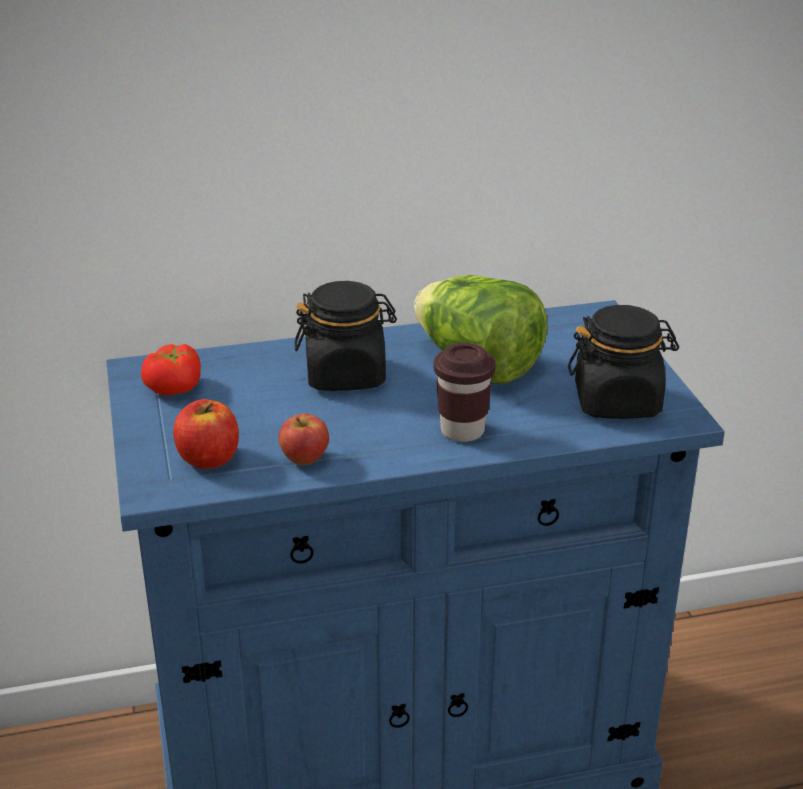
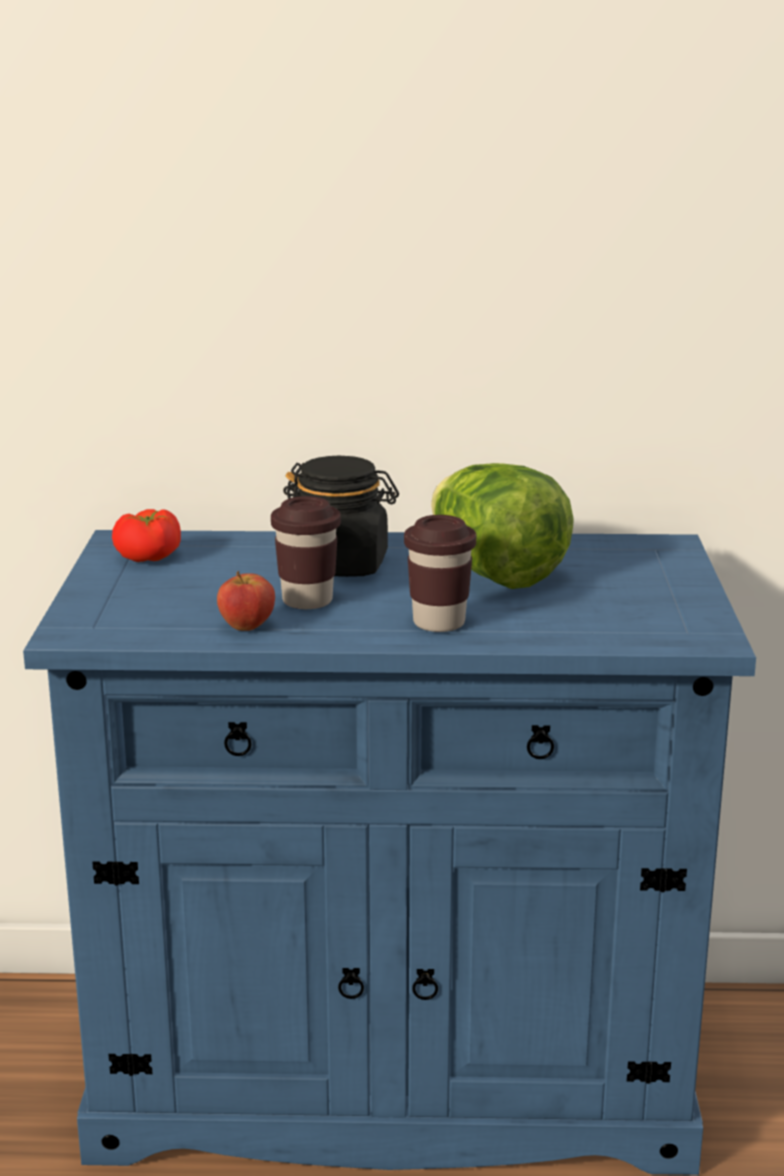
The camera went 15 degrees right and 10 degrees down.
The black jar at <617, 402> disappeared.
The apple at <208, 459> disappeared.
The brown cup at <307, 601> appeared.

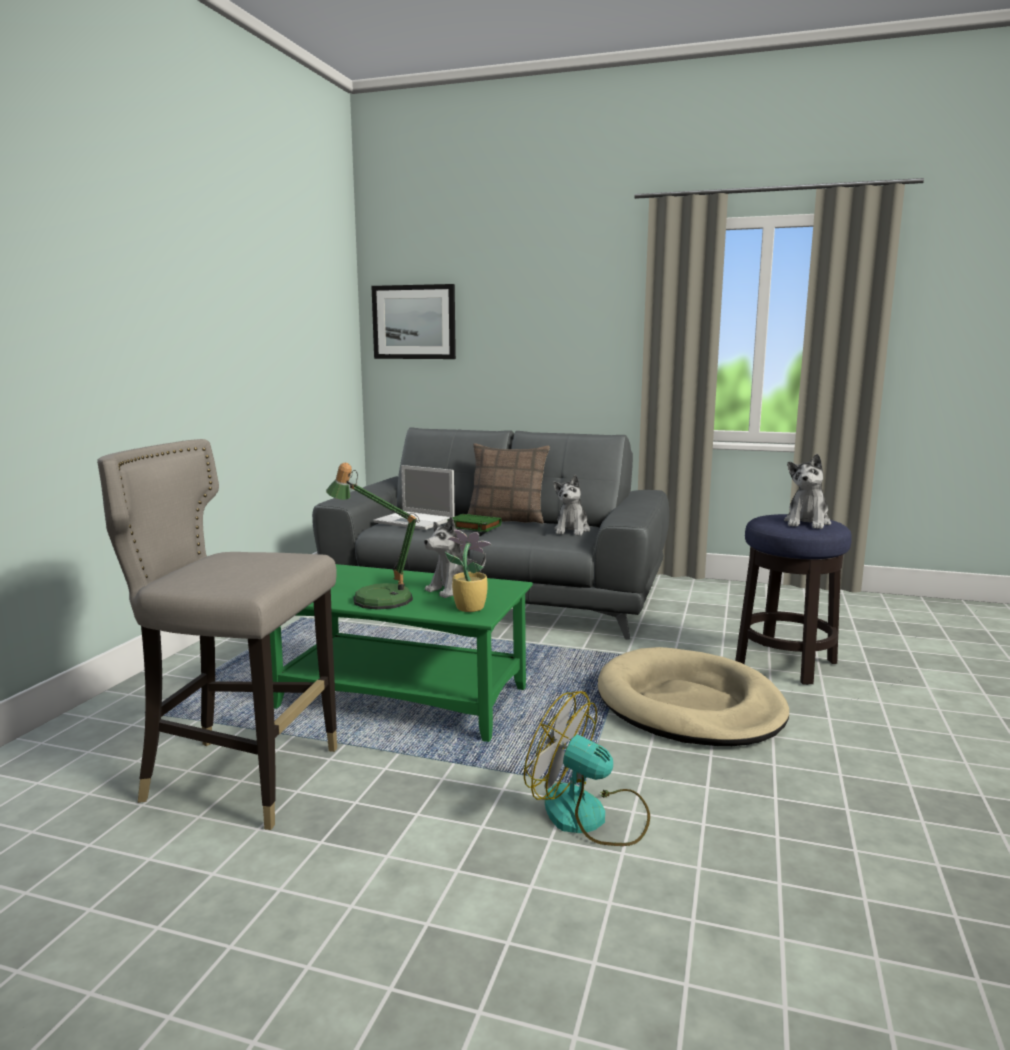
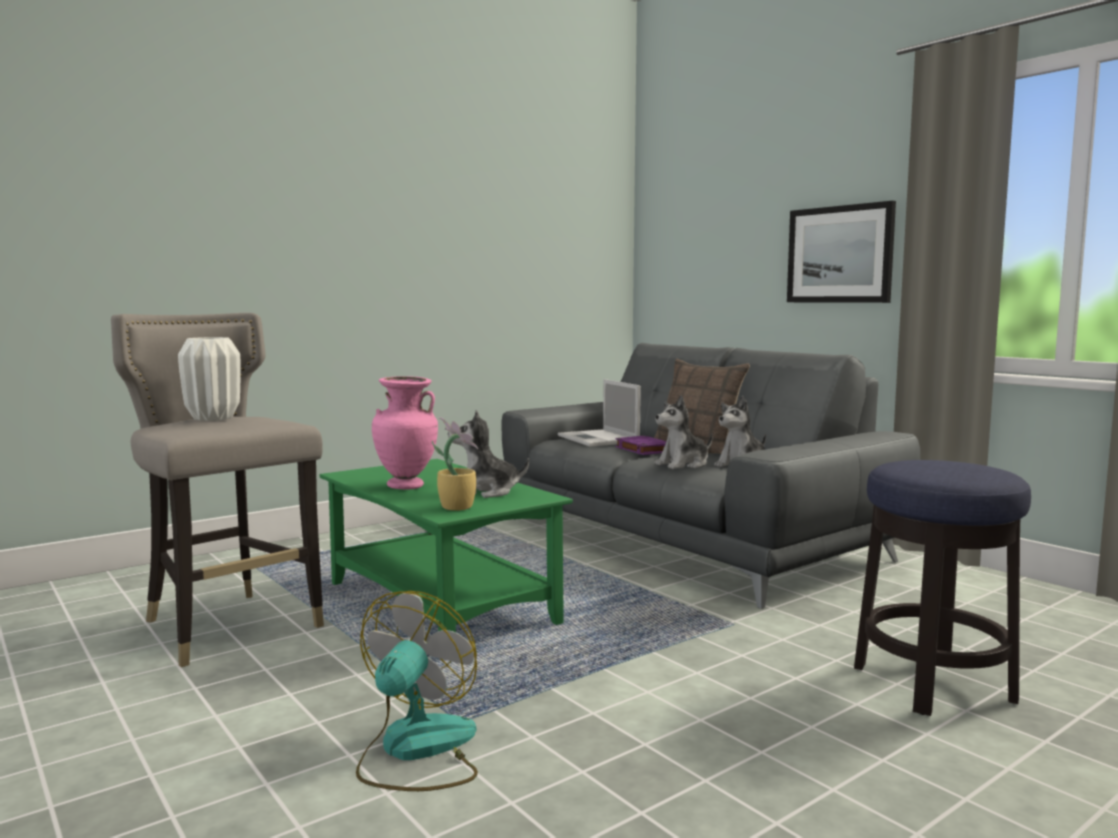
The camera went 35 degrees right and 5 degrees down.
The picture moved from <414, 322> to <840, 254>.
The plush toy moved from <807, 523> to <683, 464>.
The table lamp at <376, 597> was replaced by the pink vase at <406, 486>.
The green book at <473, 526> became the purple book at <643, 449>.
The beige dog bed at <689, 705> disappeared.
The fan at <589, 816> turned 45 degrees clockwise.
The white vase at <212, 418> appeared.

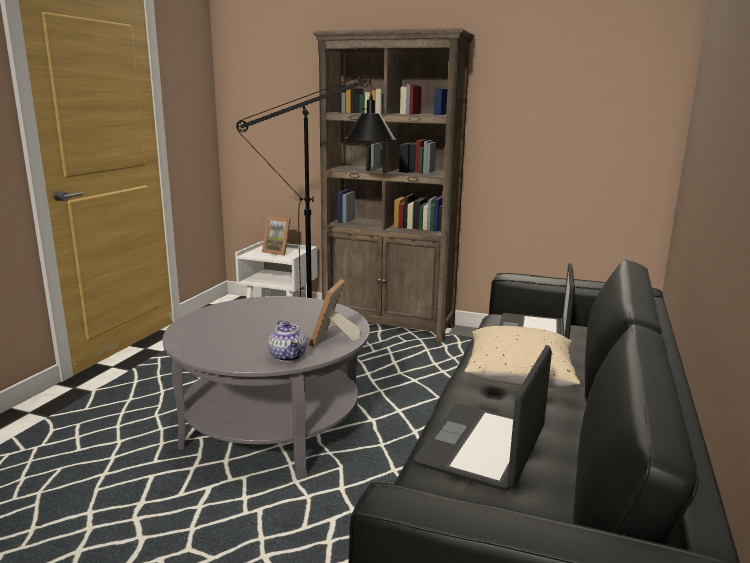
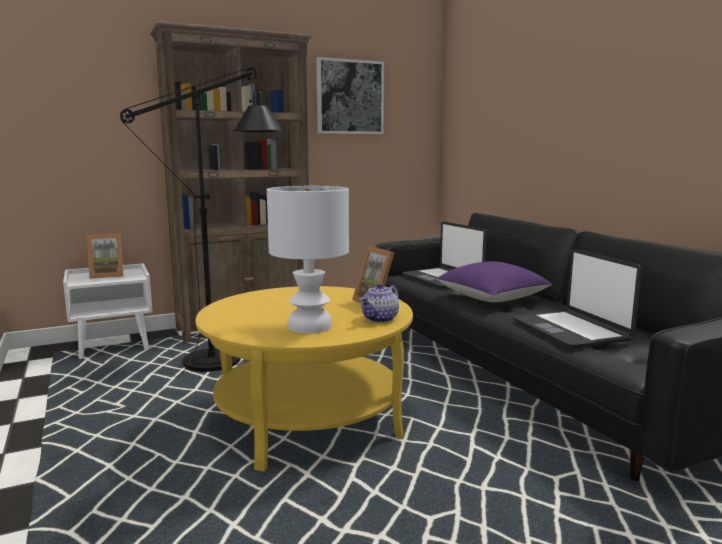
The camera went 45 degrees left and 5 degrees down.
The grey coffee table at <273, 428> became the yellow coffee table at <308, 421>.
The teapot at <288, 356> turned 105 degrees clockwise.
The beige pillow at <519, 376> became the purple pillow at <492, 299>.
The picture at <350, 97> appeared.
The white table lamp at <311, 326> appeared.

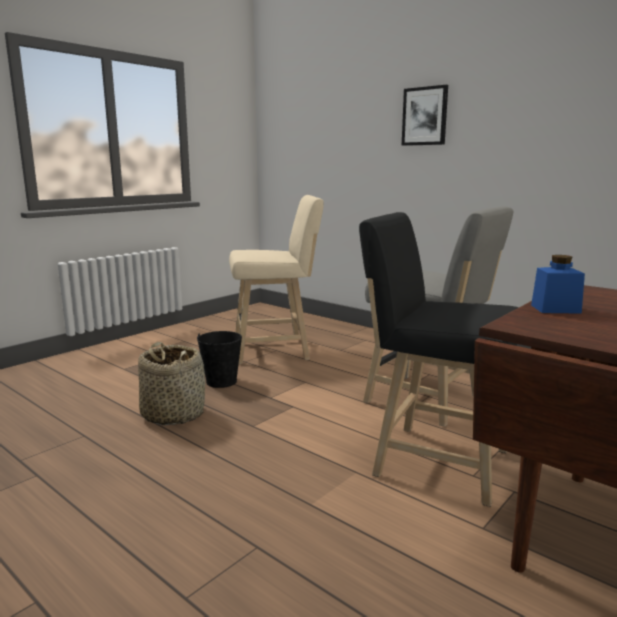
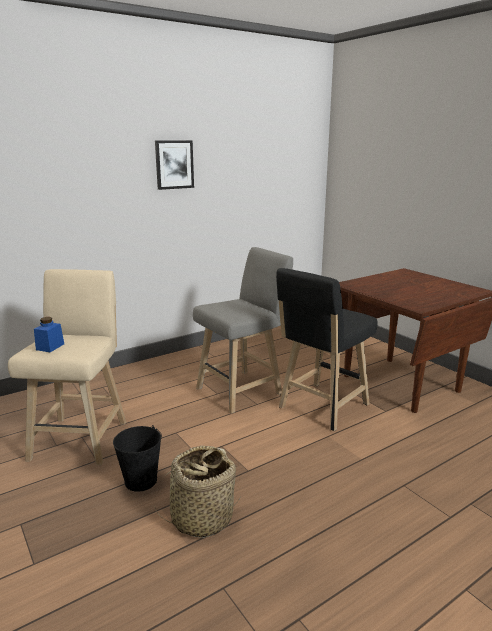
The camera went 75 degrees left and 5 degrees up.
The picture moved from <425, 116> to <174, 164>.
The blue jar moved from <555, 309> to <50, 347>.

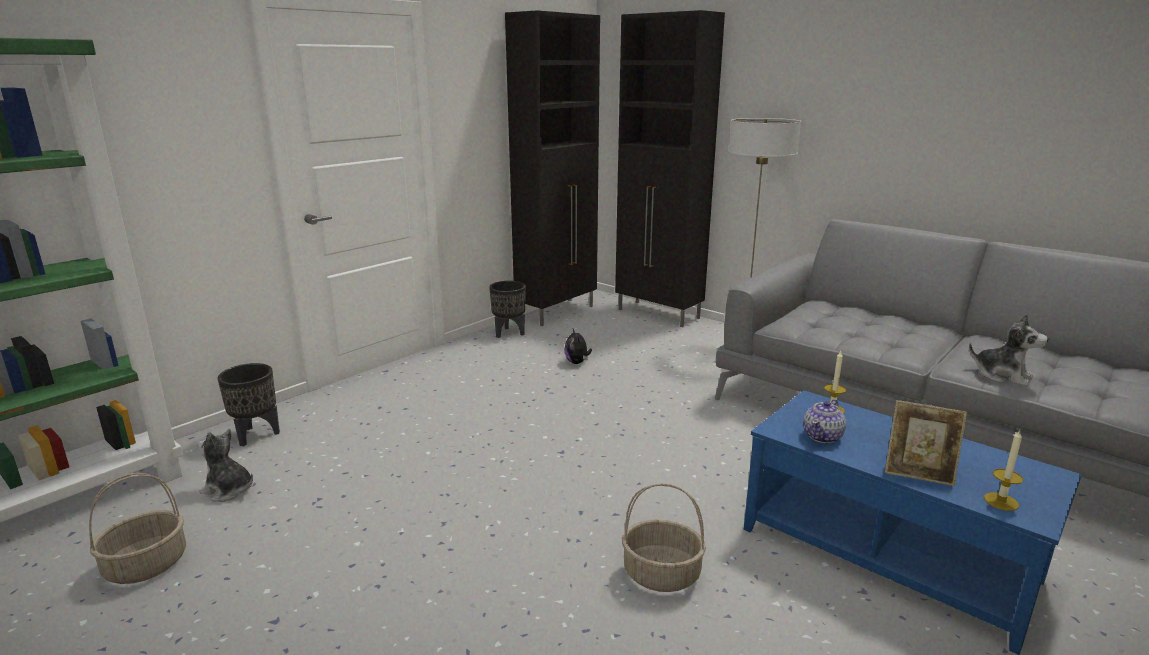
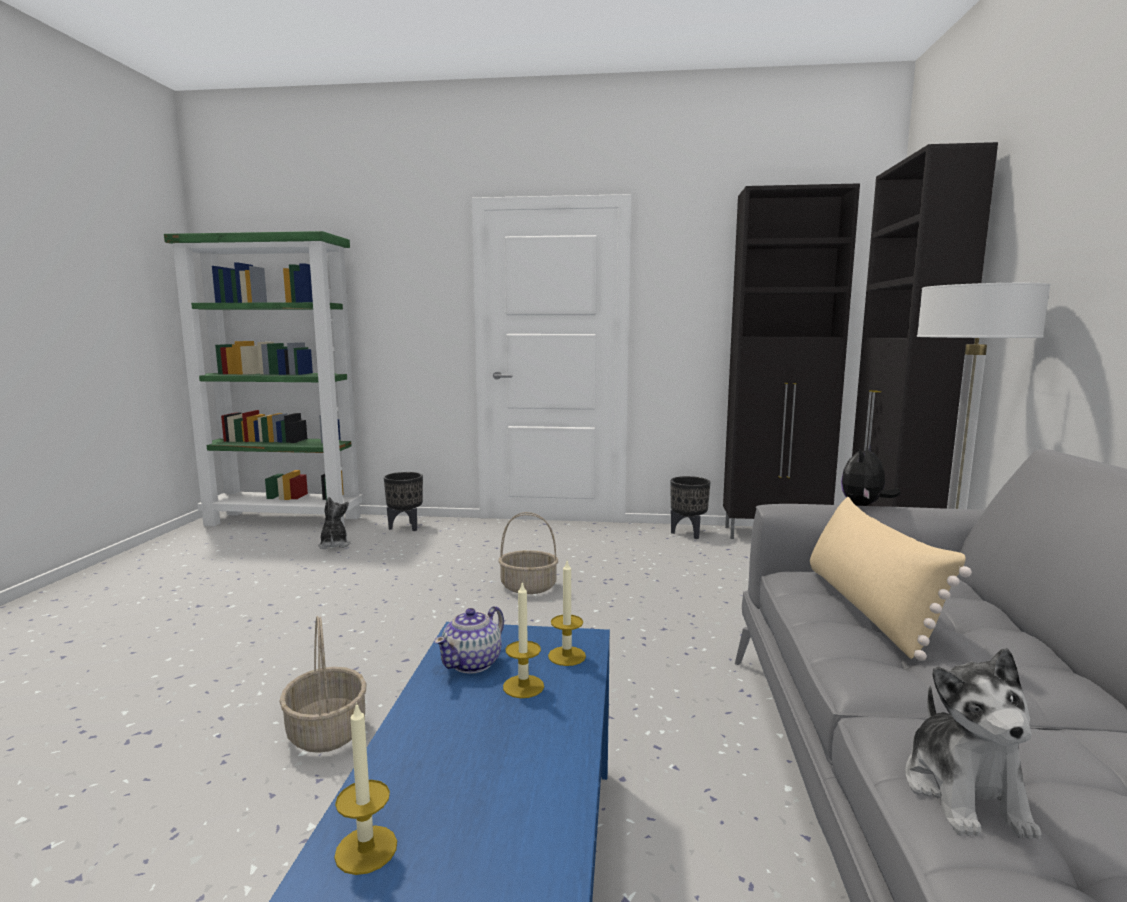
The camera went 55 degrees right and 10 degrees down.
The plush toy moved from <577, 362> to <864, 505>.
The teapot at <823, 436> turned 60 degrees counterclockwise.
The picture frame at <918, 474> disappeared.
The basket moved from <147, 564> to <529, 587>.
The beige pillow at <868, 609> appeared.
The candle at <523, 686> appeared.

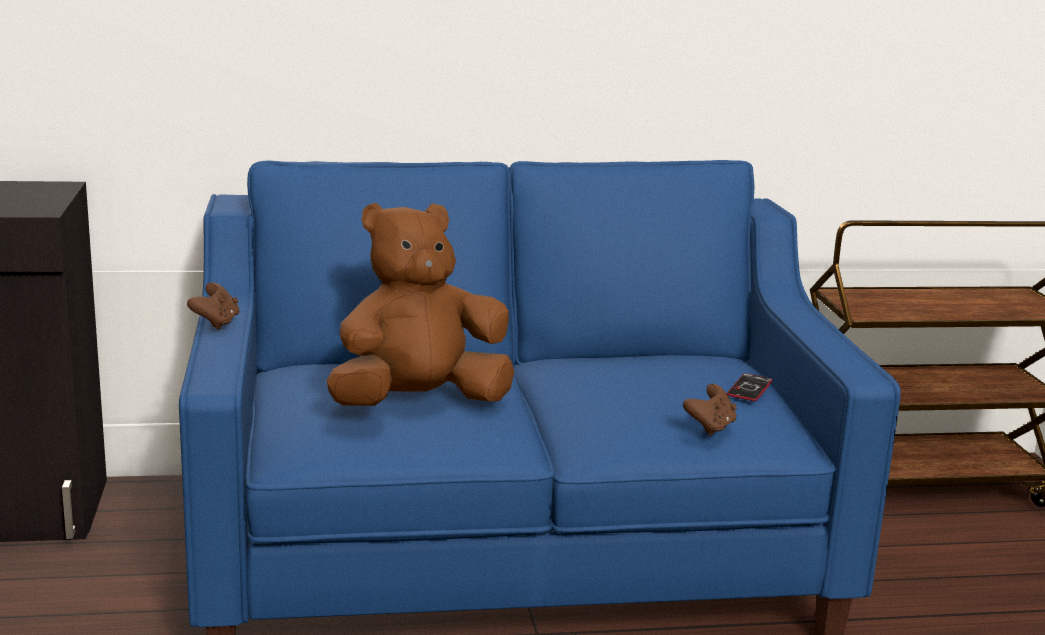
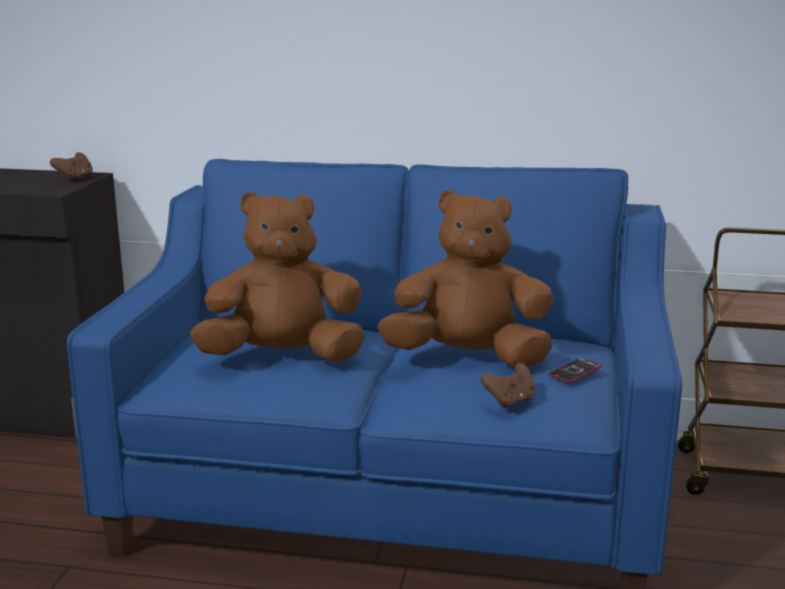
The camera went 20 degrees right and 0 degrees up.
The brown game controller moved from <216, 323> to <75, 179>.
The brown plush toy at <468, 358> appeared.

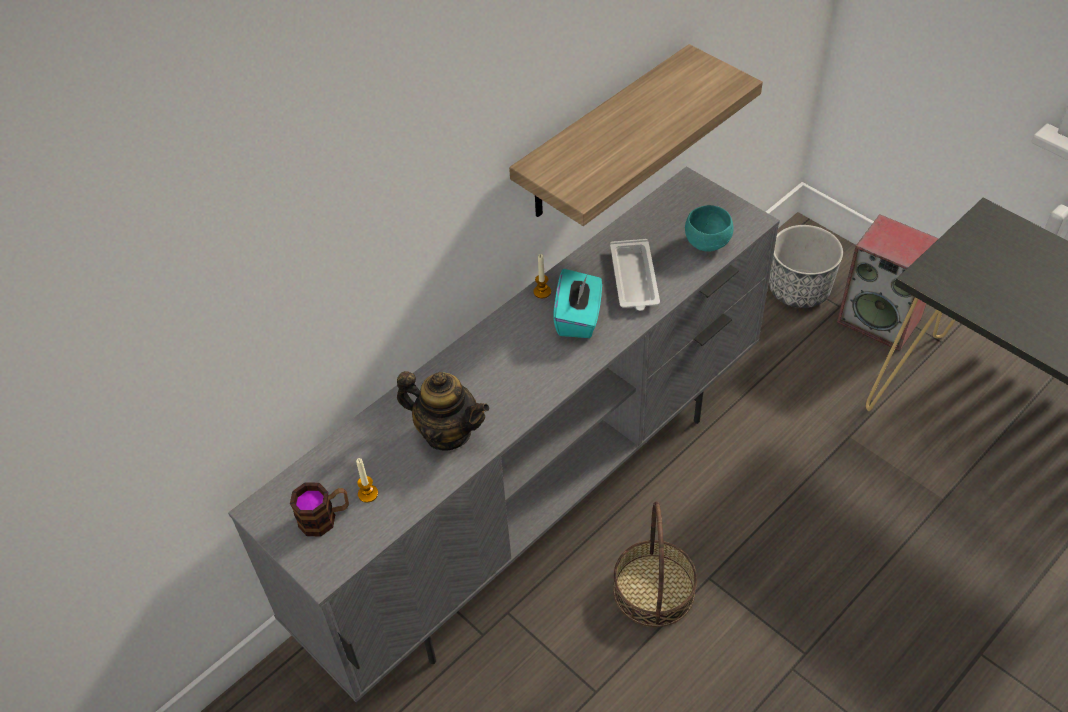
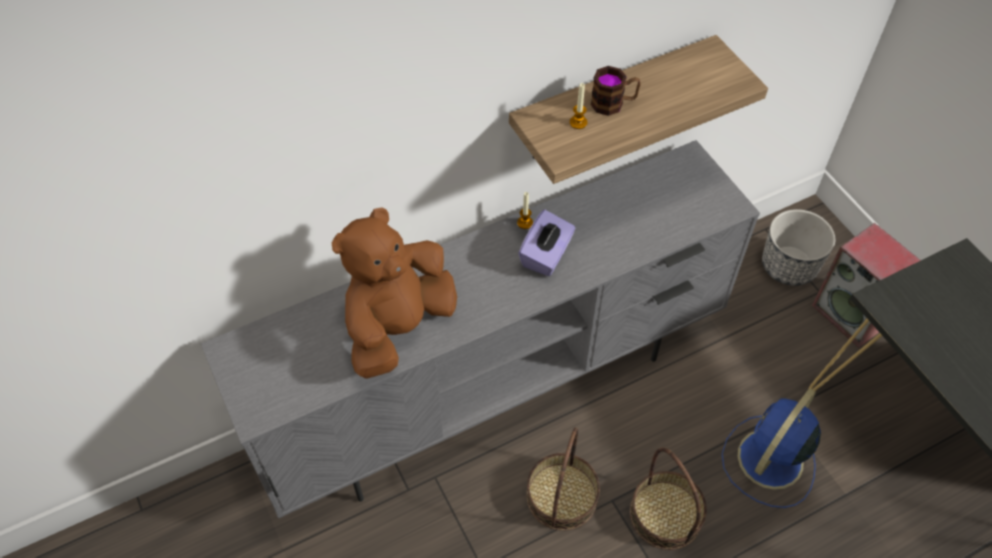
The camera went 15 degrees right and 5 degrees up.
The turquoise bowl at <706, 242> disappeared.
The white tray at <634, 280> disappeared.
The turquoise tissue box at <578, 318> became the purple tissue box at <546, 255>.
The teapot at <447, 432> was replaced by the brown plush toy at <398, 326>.
The candle moved from <368, 494> to <578, 122>.
The mug moved from <325, 518> to <613, 103>.
The blue fan at <768, 461> appeared.
The basket at <666, 514> appeared.

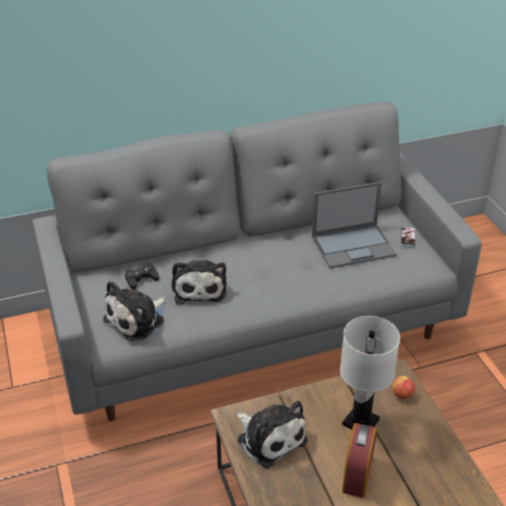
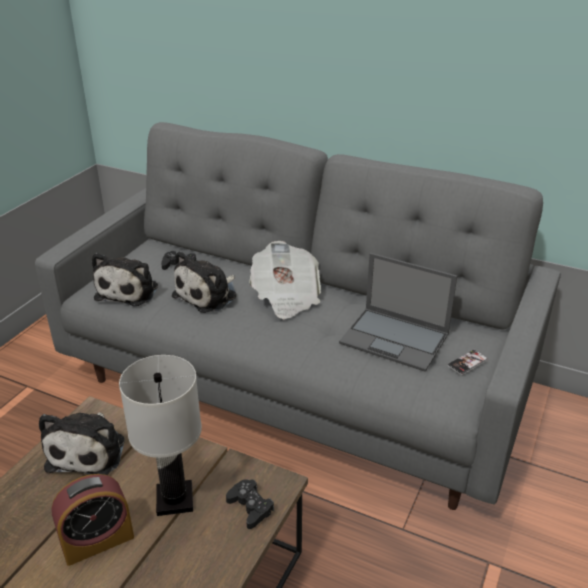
The camera went 45 degrees right and 5 degrees down.
The plush toy at <137, 319> turned 75 degrees counterclockwise.
The apple at <402, 395> was replaced by the black game controller at <250, 507>.
The newspaper at <286, 297> appeared.

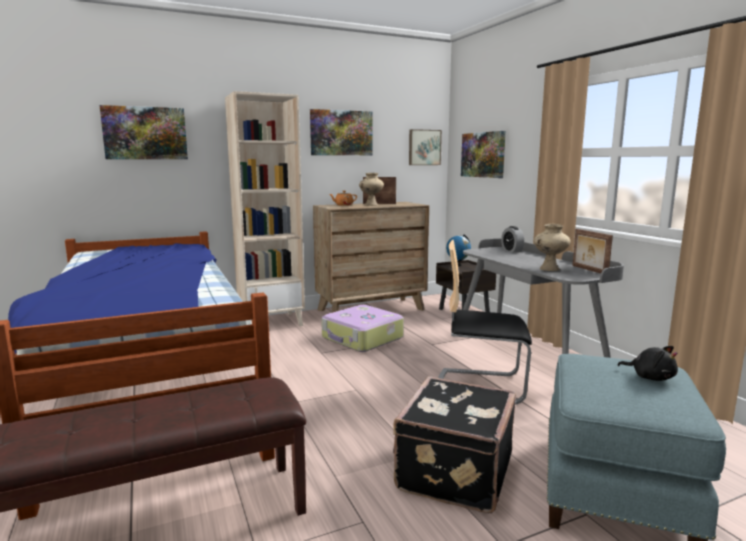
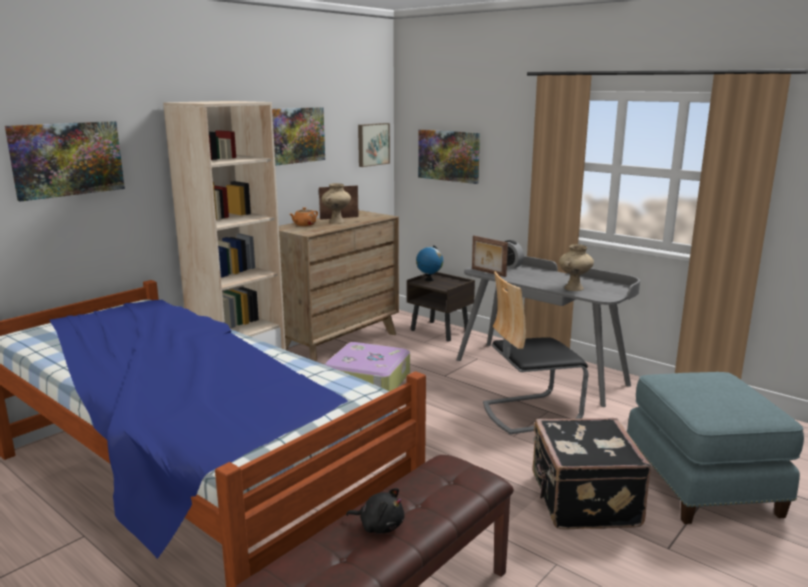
The camera went 25 degrees left and 5 degrees up.
The picture frame moved from <588, 270> to <488, 272>.
The black plush toy moved from <650, 377> to <379, 525>.

